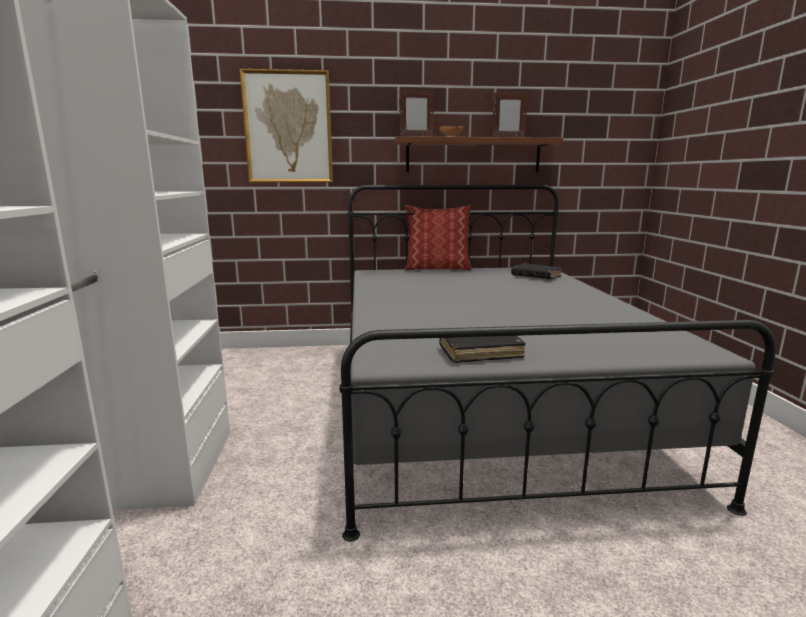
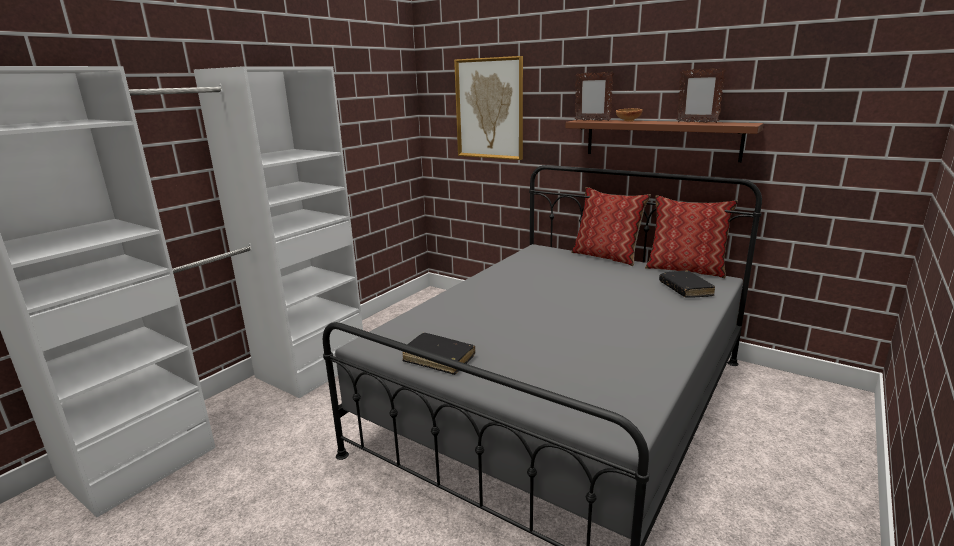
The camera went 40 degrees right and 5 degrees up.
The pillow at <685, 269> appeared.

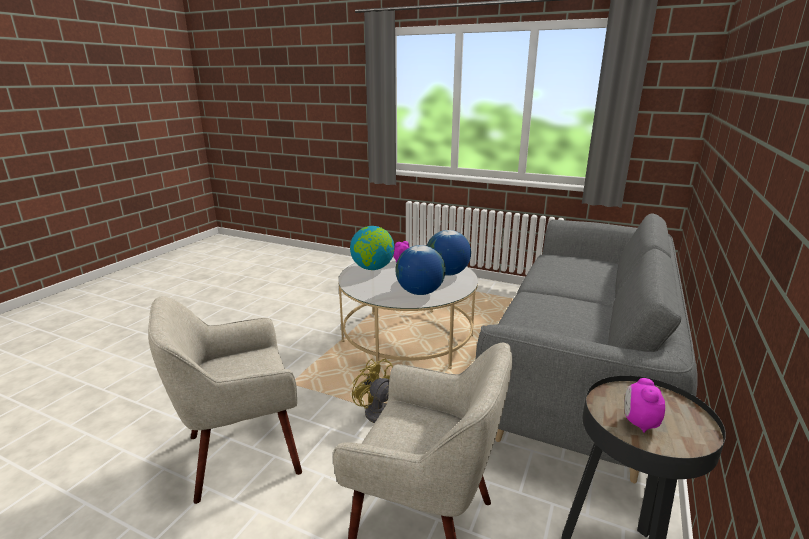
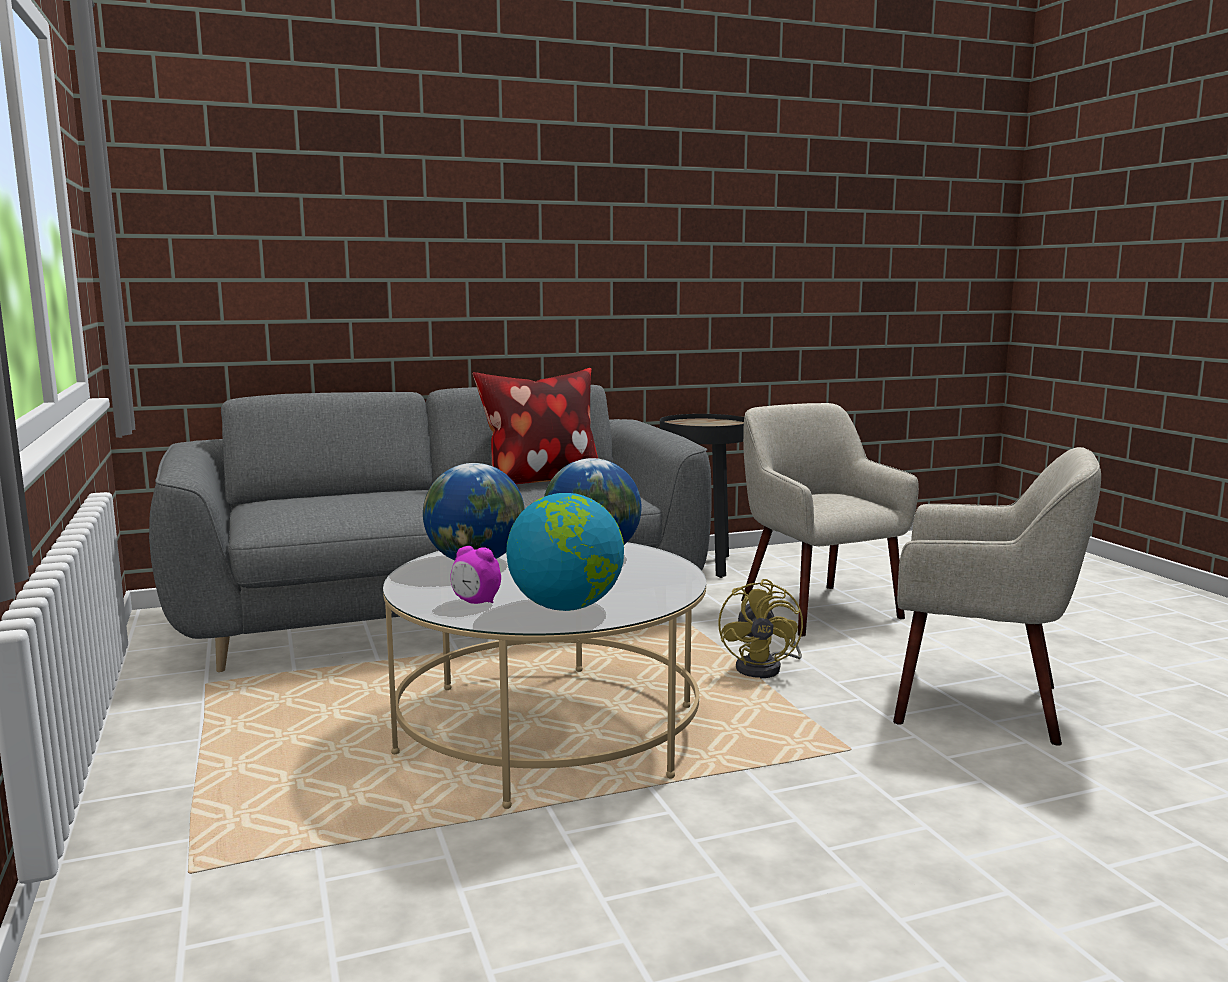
The camera went 135 degrees left and 10 degrees down.
The alarm clock at <639, 423> disappeared.
The pillow at <540, 481> appeared.

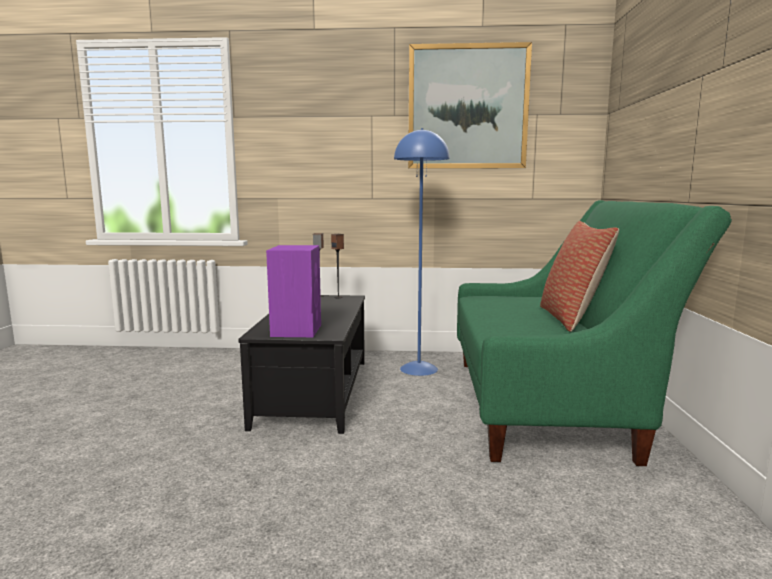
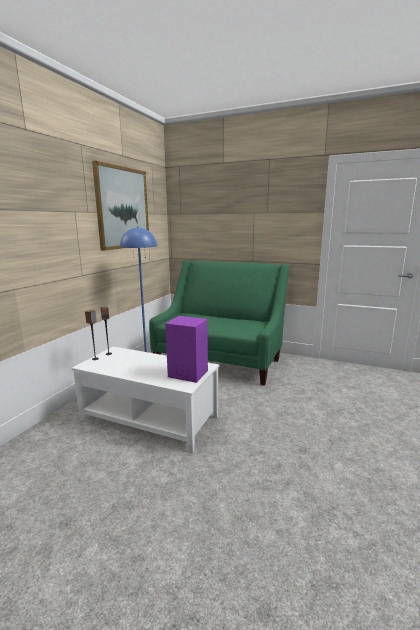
The camera went 70 degrees left and 5 degrees up.
The pillow at <571, 318> disappeared.
The black coffee table at <316, 391> became the white coffee table at <150, 417>.

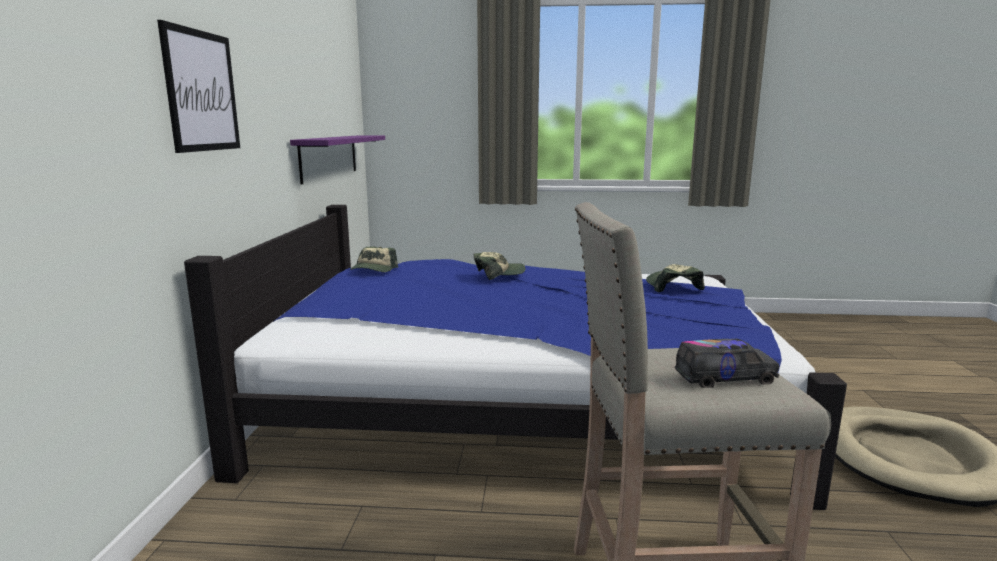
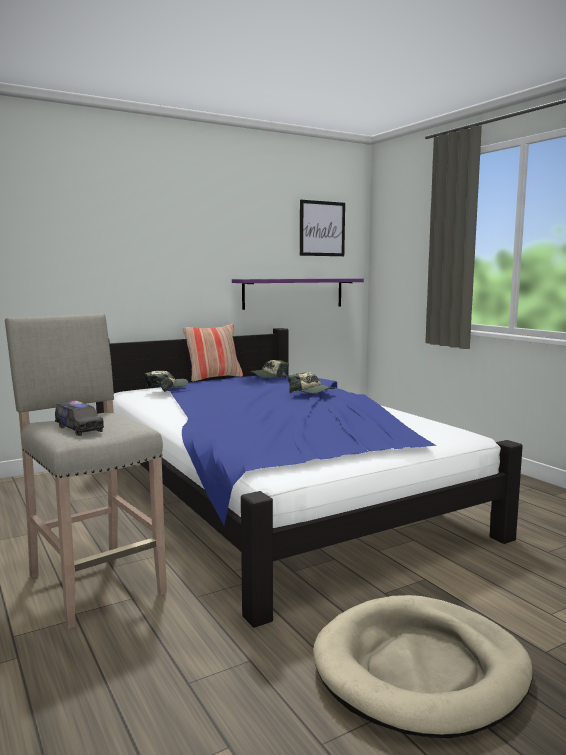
The camera went 55 degrees right and 5 degrees down.
The picture moved from <202, 91> to <322, 228>.
The cap moved from <672, 286> to <166, 388>.
The pillow at <214, 377> appeared.

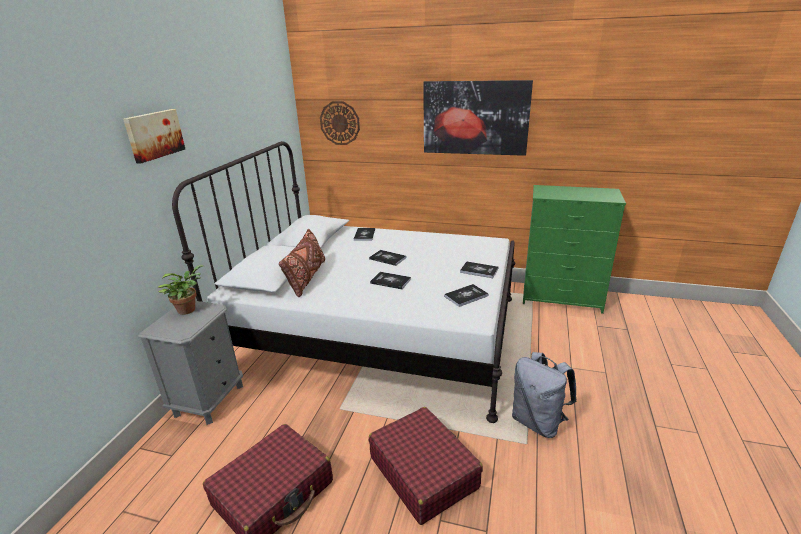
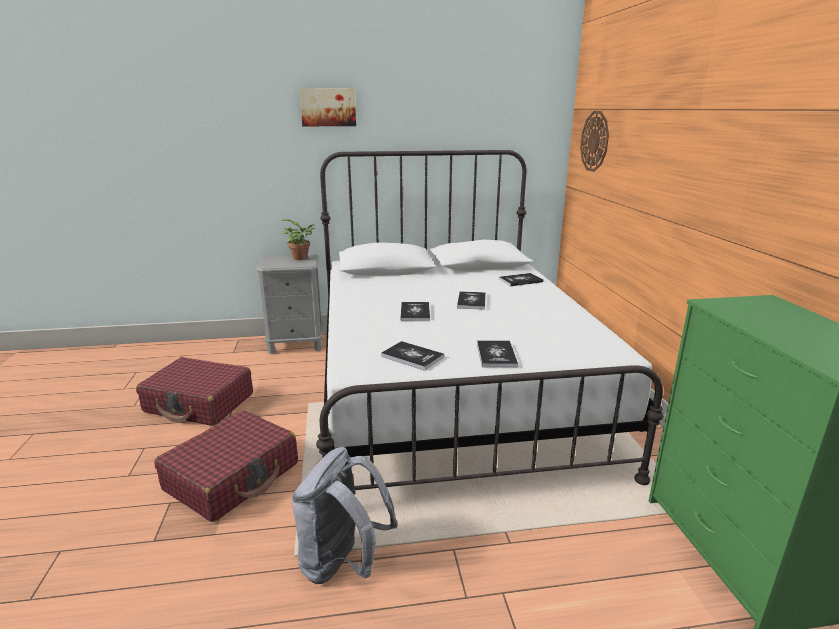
The camera went 65 degrees right and 5 degrees down.
The picture at <475, 118> disappeared.
The brown pillow at <306, 278> disappeared.

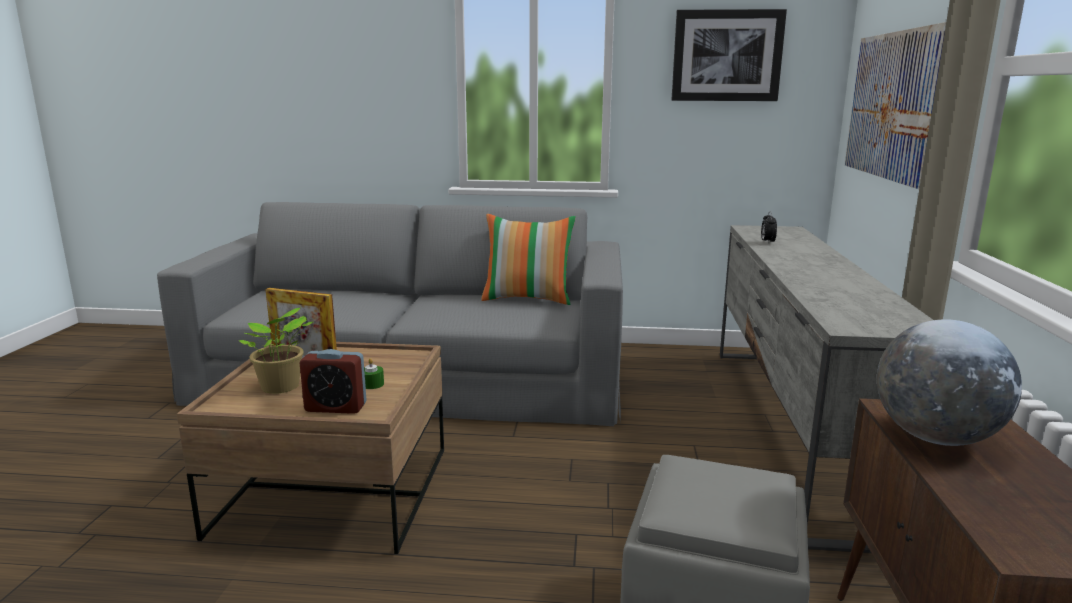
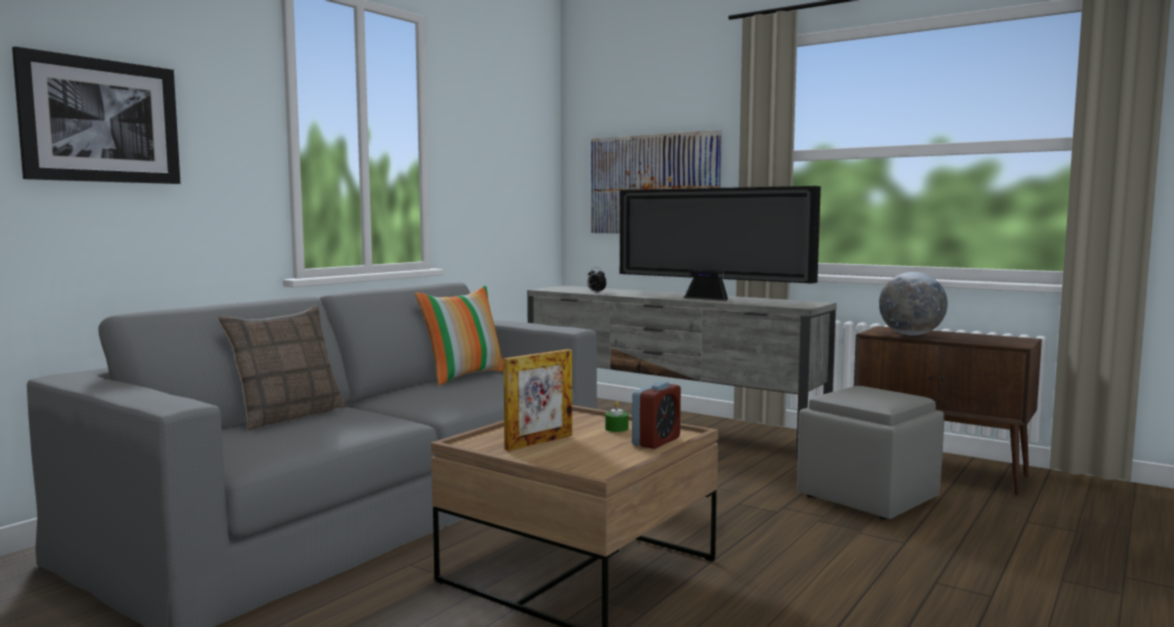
The camera went 60 degrees left and 10 degrees down.
The picture moved from <727, 56> to <101, 121>.
The potted plant at <281, 388> disappeared.
The television at <710, 299> appeared.
The pillow at <288, 416> appeared.

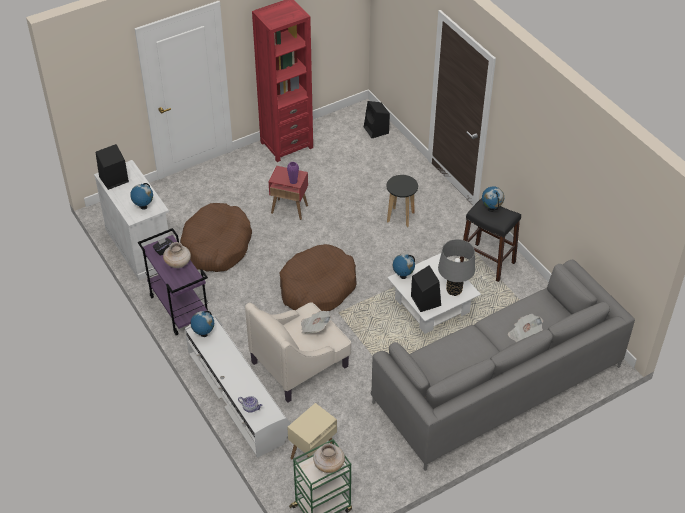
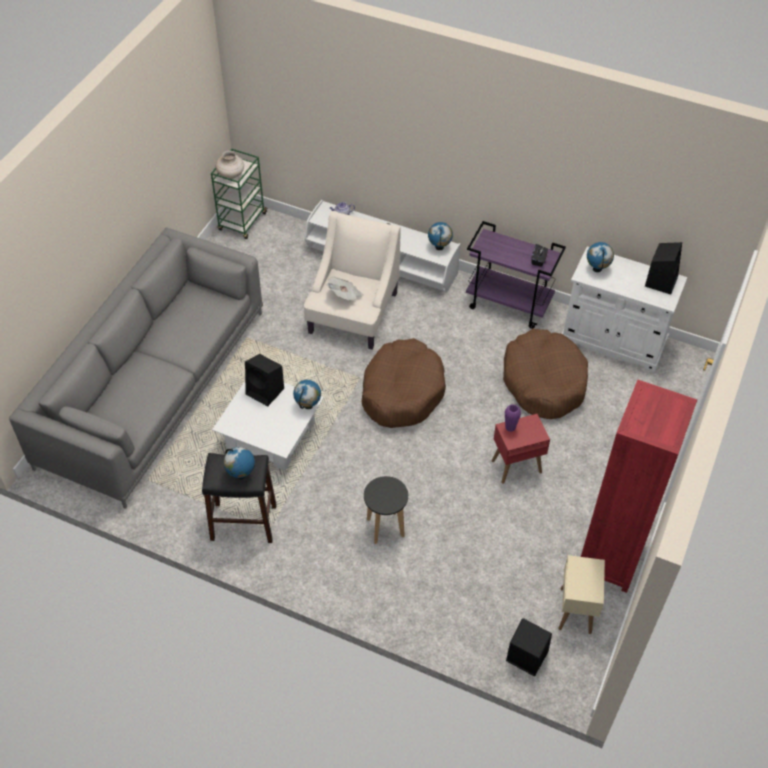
The camera went 145 degrees right and 5 degrees up.
The grey table lamp at <454, 290> disappeared.
The beige vase at <178, 263> disappeared.
The newspaper at <524, 335> disappeared.
The beige side table moved from <312, 454> to <575, 610>.

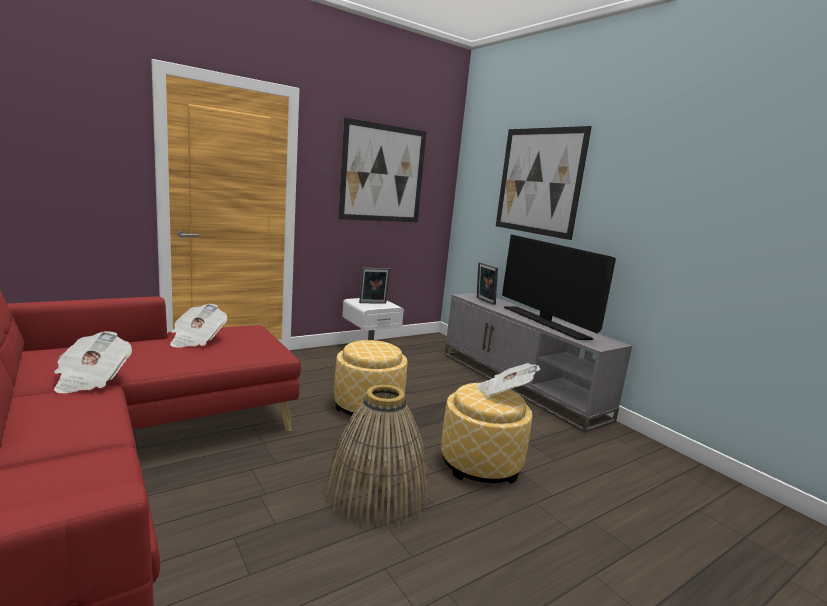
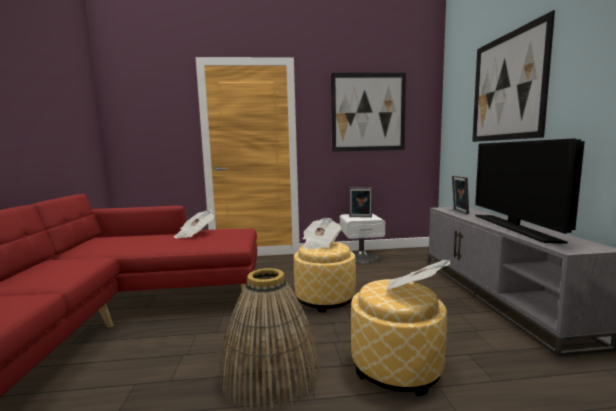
The camera went 30 degrees right and 5 degrees down.
The newspaper moved from <91, 379> to <320, 244>.

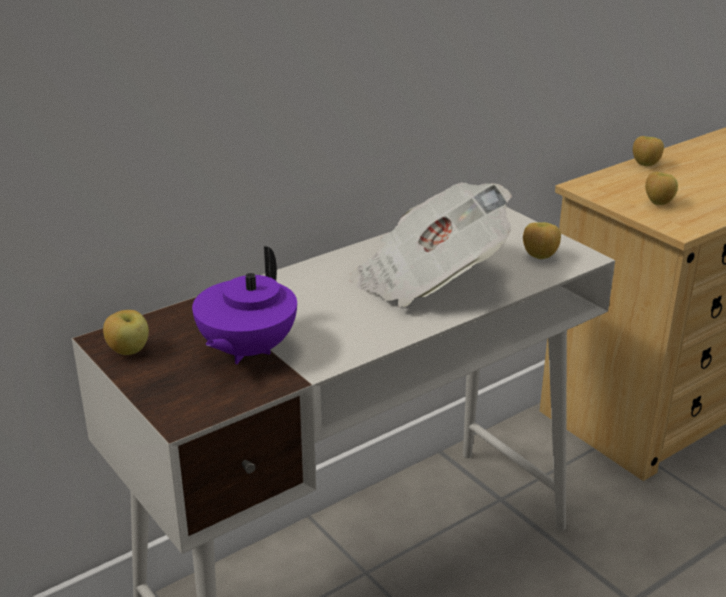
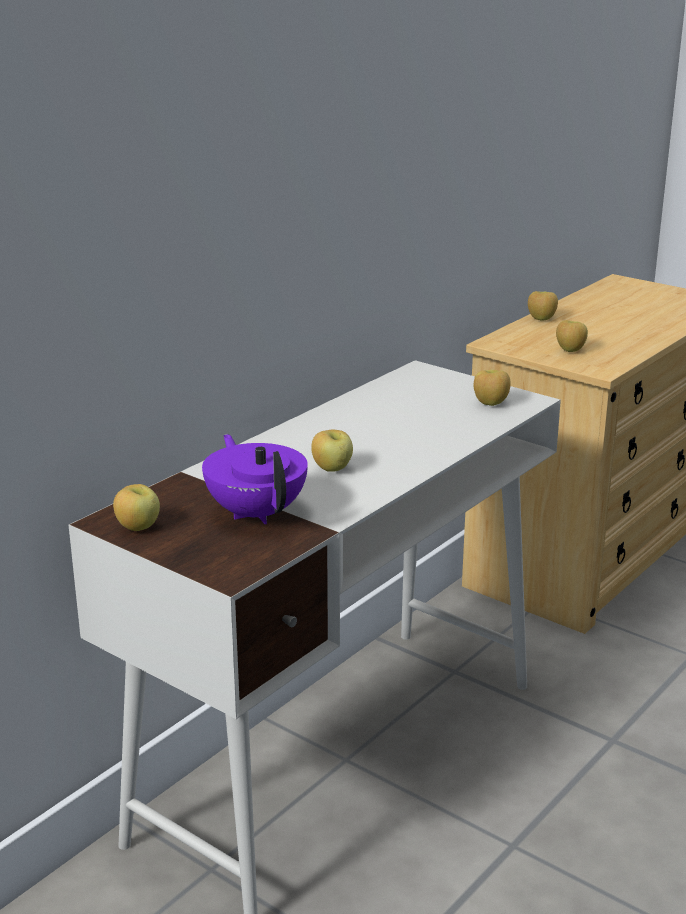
The camera went 15 degrees left and 5 degrees down.
The newspaper at <428, 279> disappeared.
The purple teapot at <246, 350> turned 150 degrees clockwise.
The apple at <332, 469> appeared.

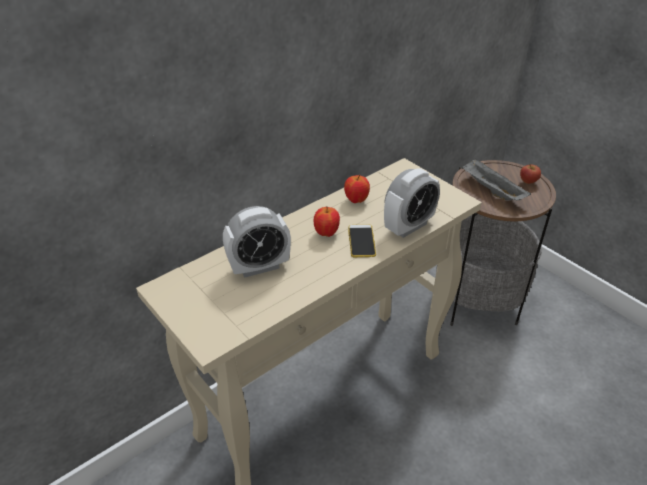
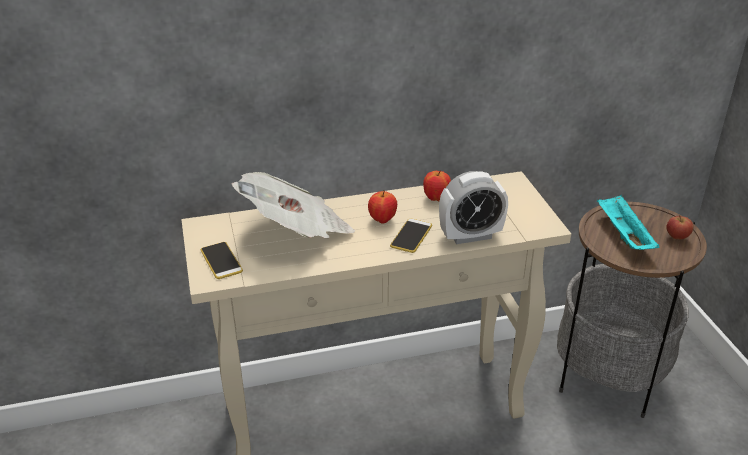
The camera went 25 degrees right and 5 degrees down.
The grey tray at <490, 190> became the turquoise tray at <623, 235>.
The alarm clock at <259, 267> was replaced by the newspaper at <297, 231>.
The phone at <221, 261> appeared.

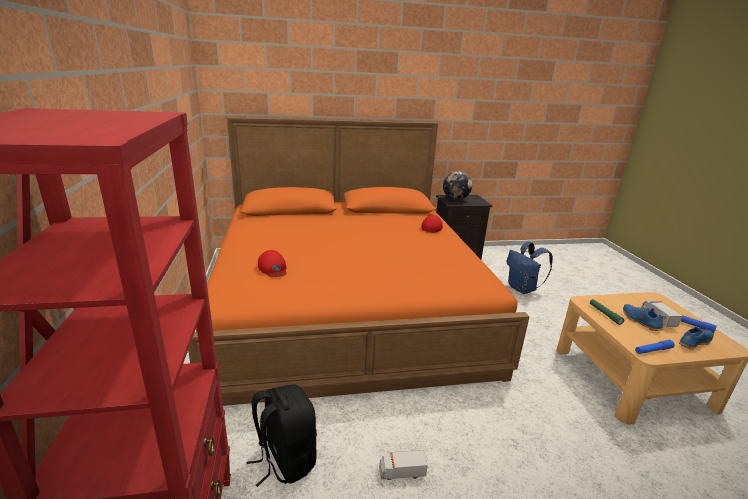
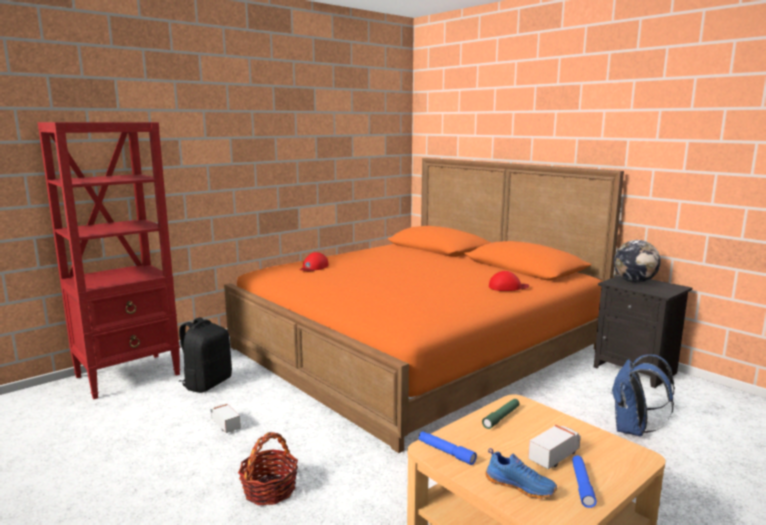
The camera went 60 degrees right and 10 degrees down.
The blue shoe at <640, 321> disappeared.
The basket at <269, 490> appeared.

